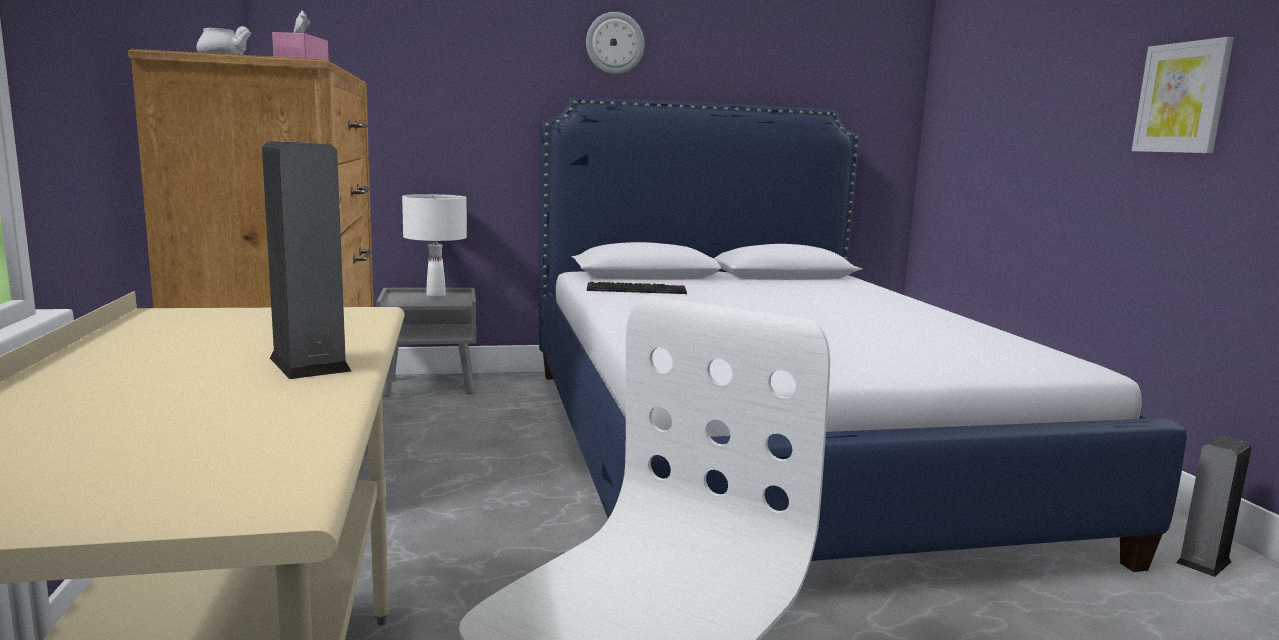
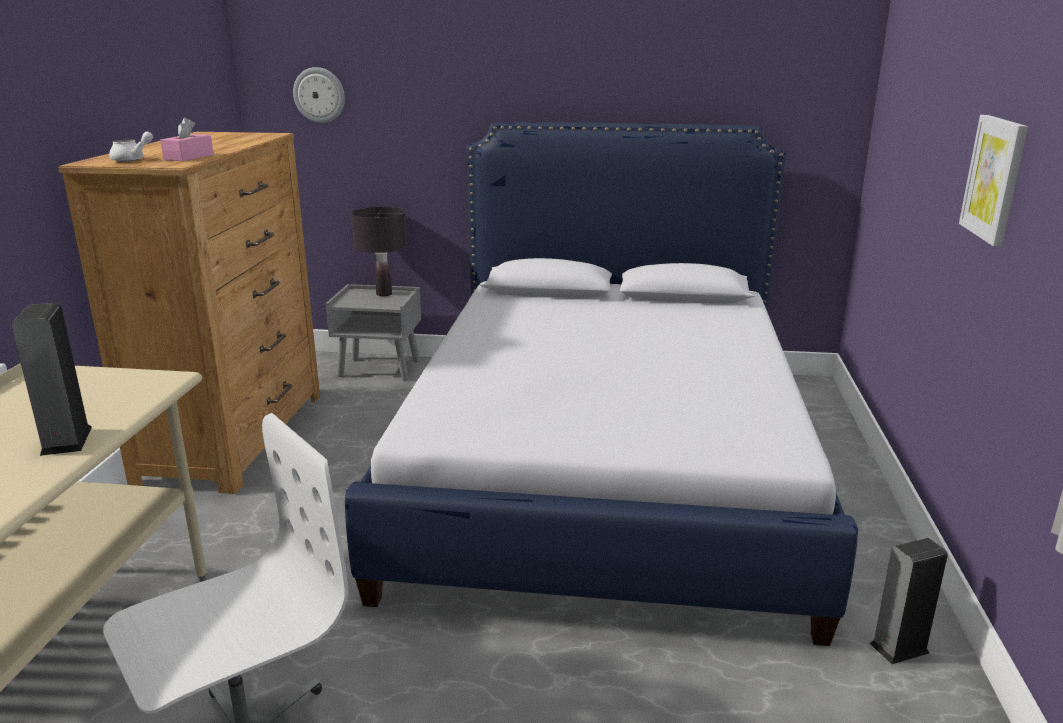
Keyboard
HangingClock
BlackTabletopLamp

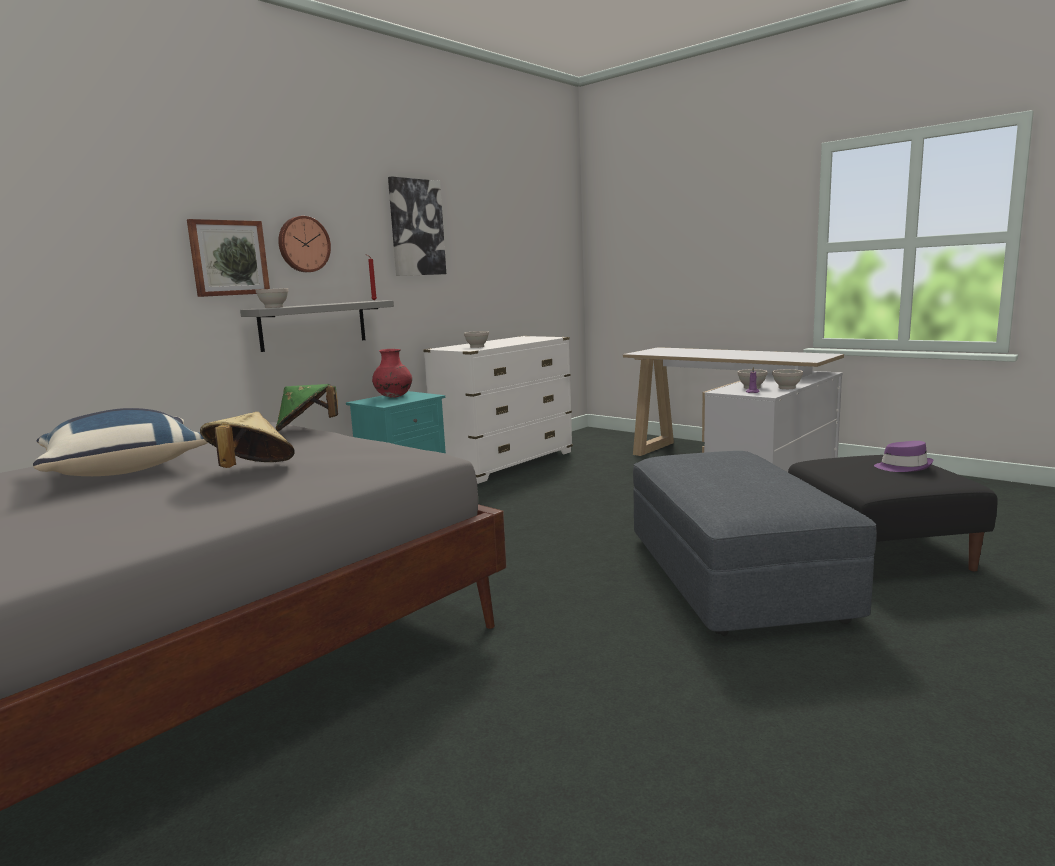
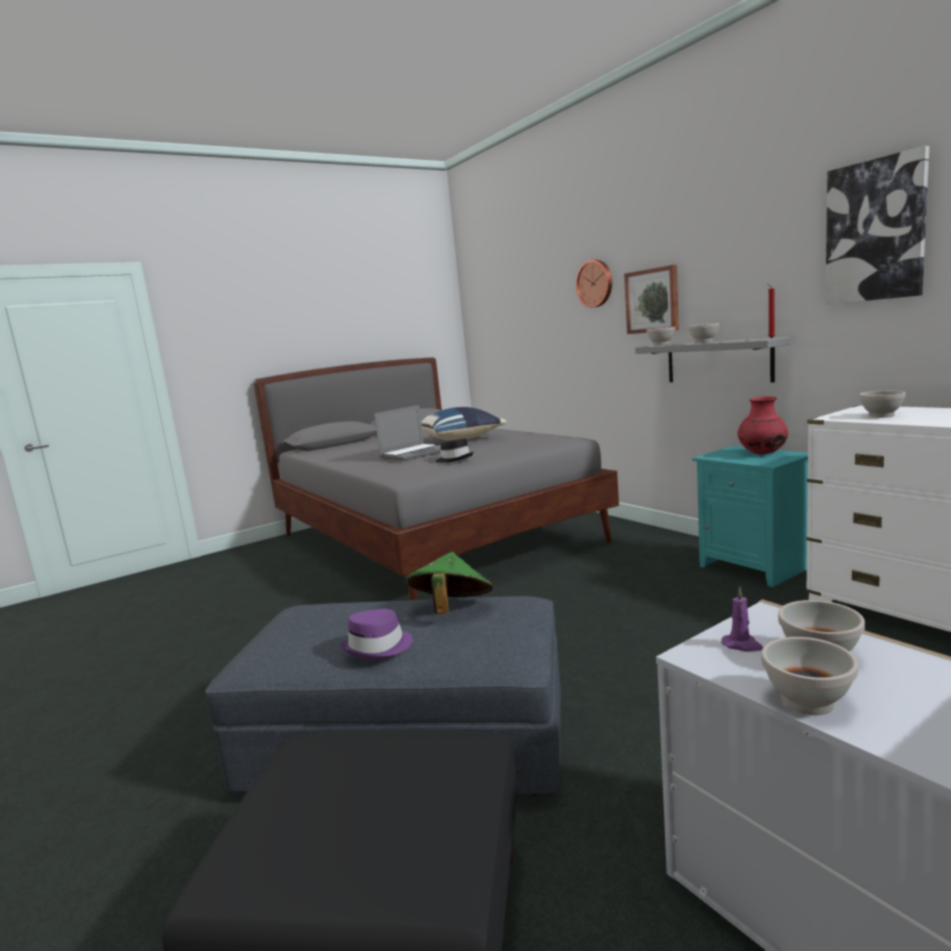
BlackWearableHat
WhiteColouredServingBowl (no. 2 from left)
GreenColouredWearableHat
HangingClock
PurpleColouredWearableHat
NotebookComputer

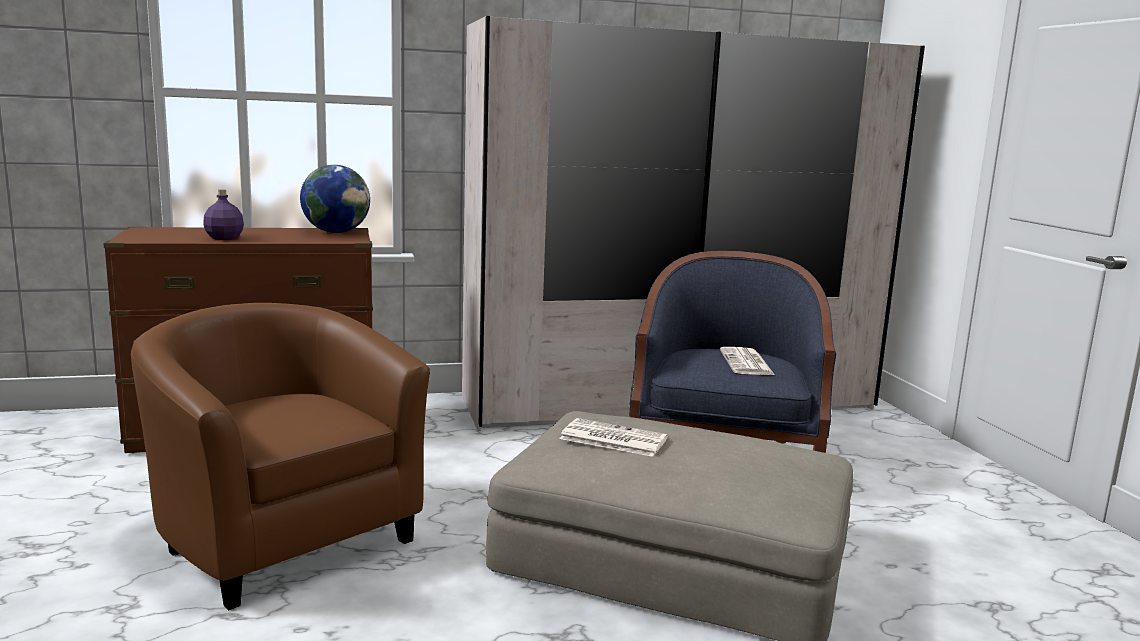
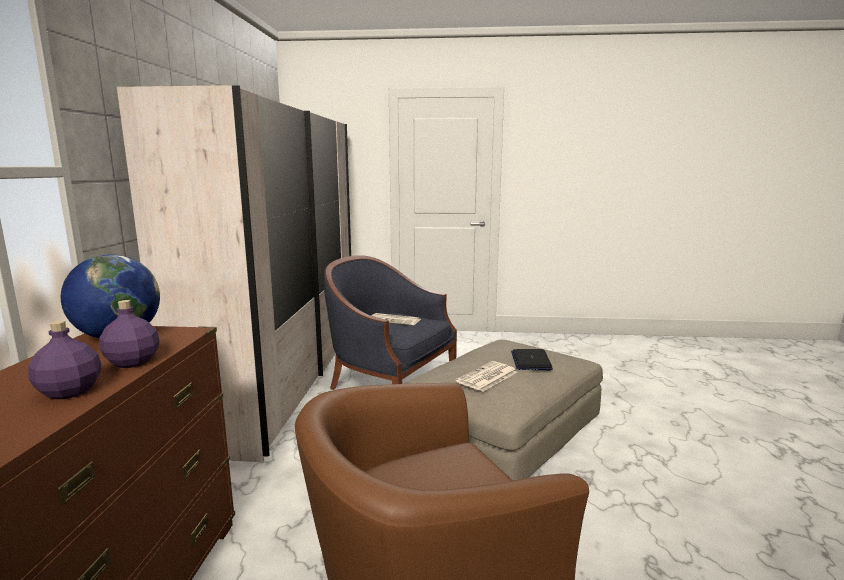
PurpleColouredBeverageBottle (no. 2 from left)
NotebookComputer

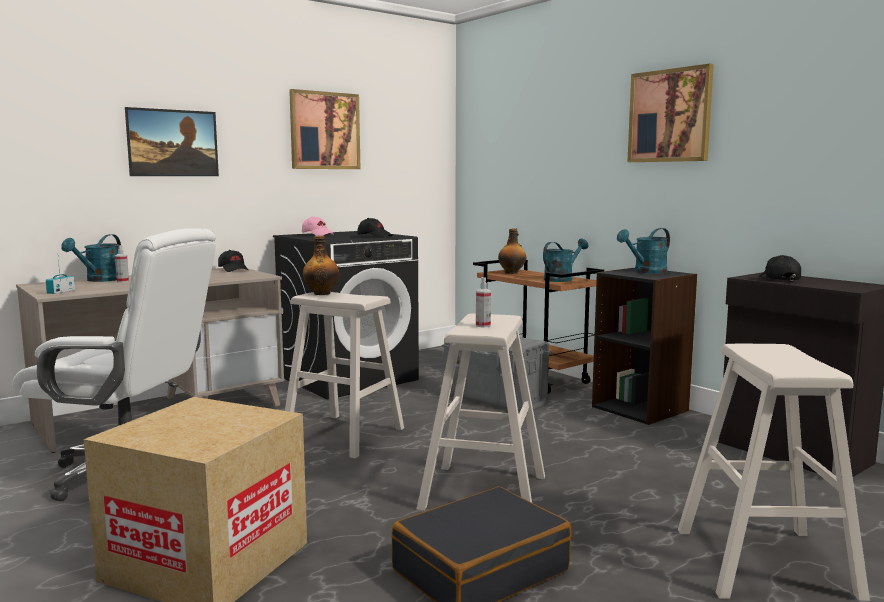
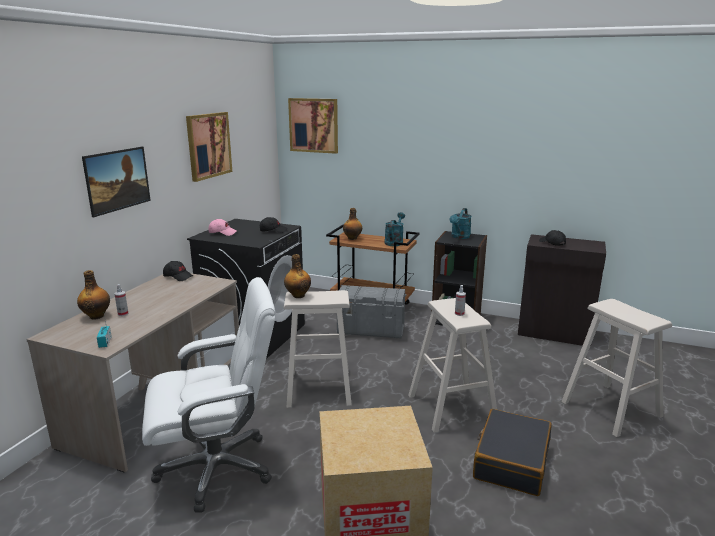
WallArt (no. 3 from left)
BeverageBottle (no. 1 from left)

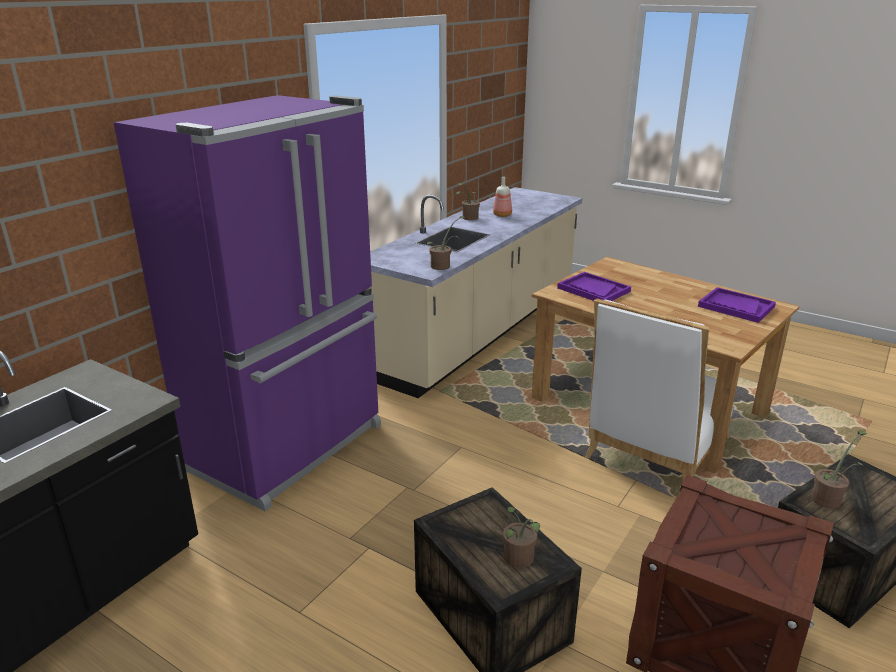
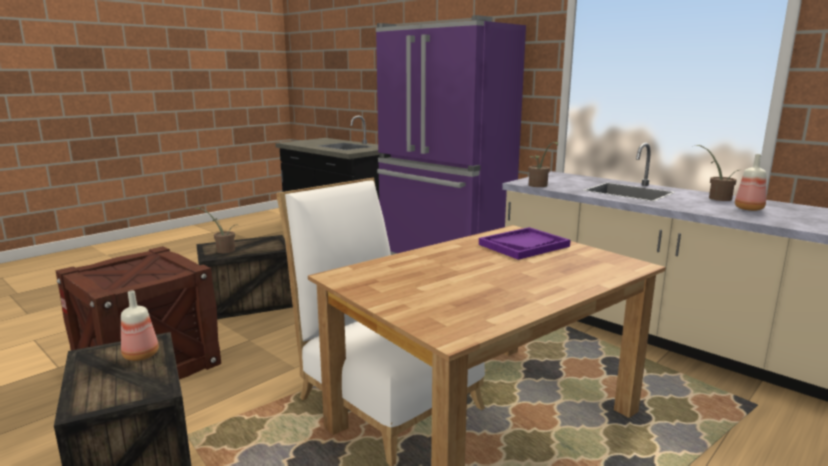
PurpleColouredServingTray (no. 2 from left in the first image)
BeverageBottle (no. 1 from left)

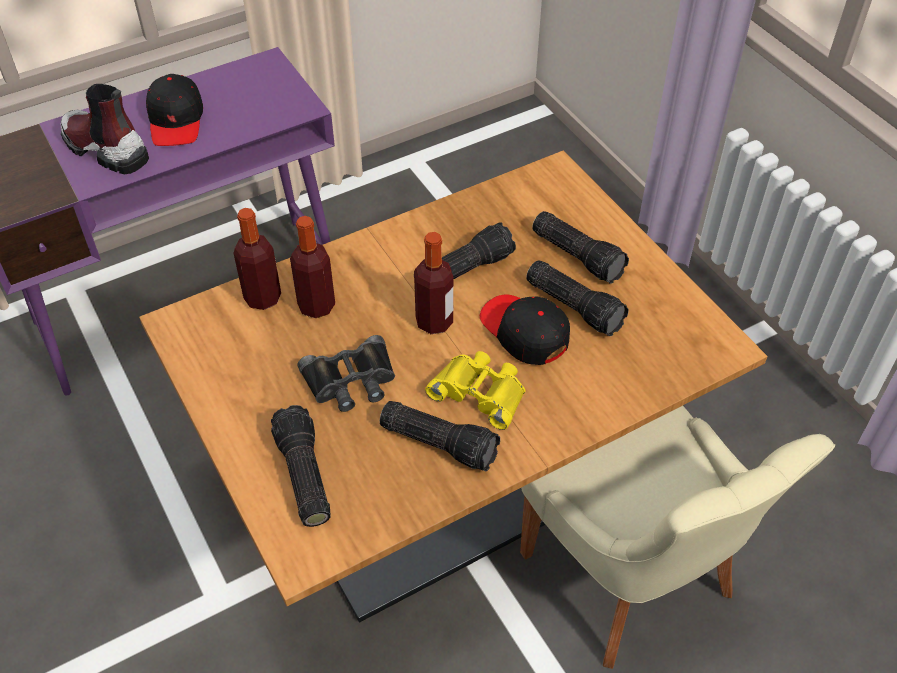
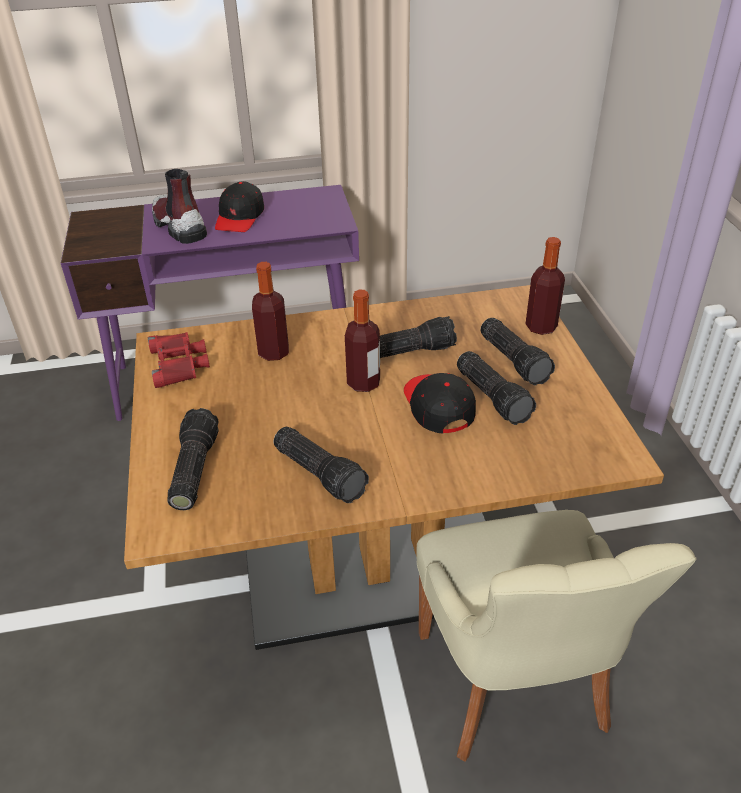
BlackBinoculars
YellowColouredBinoculars
RedBinoculars
BeverageBottle (no. 3 from left)

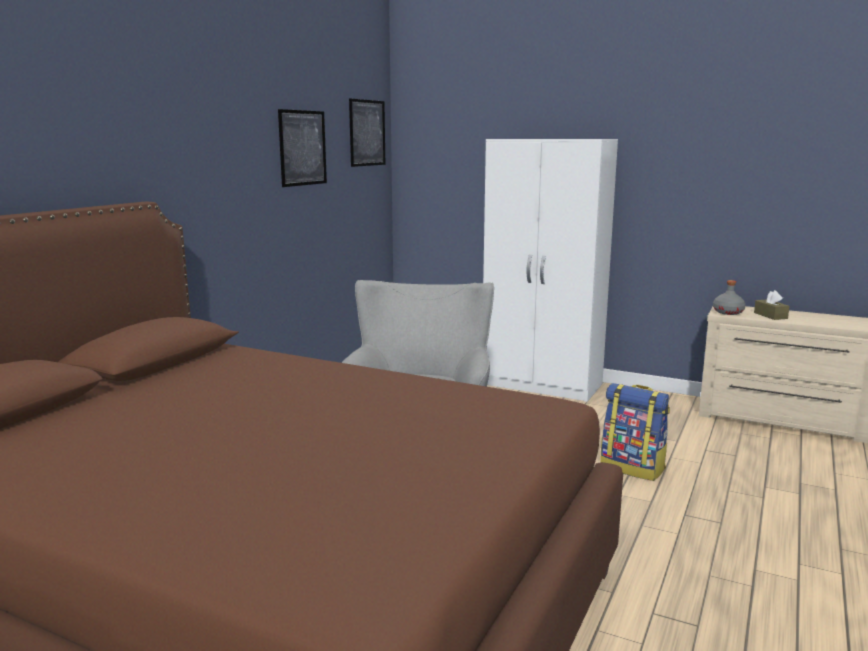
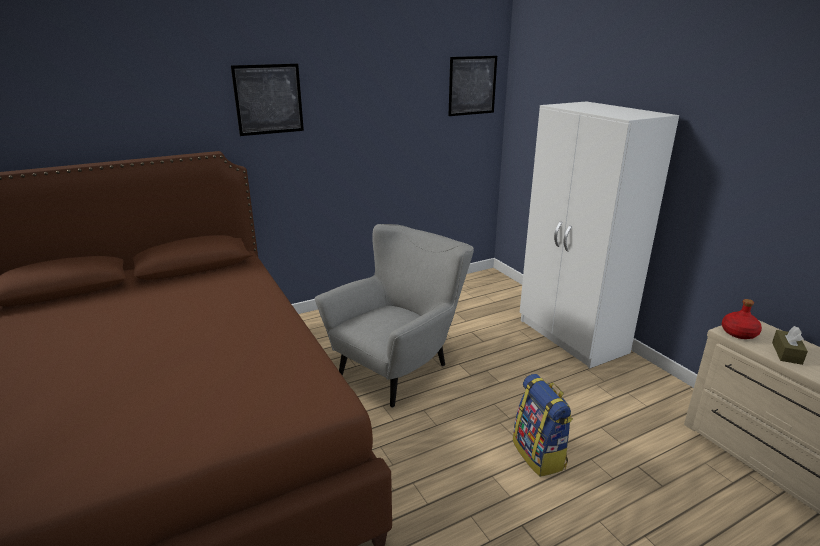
WallArt (no. 1 from left)
RedBeverageBottle

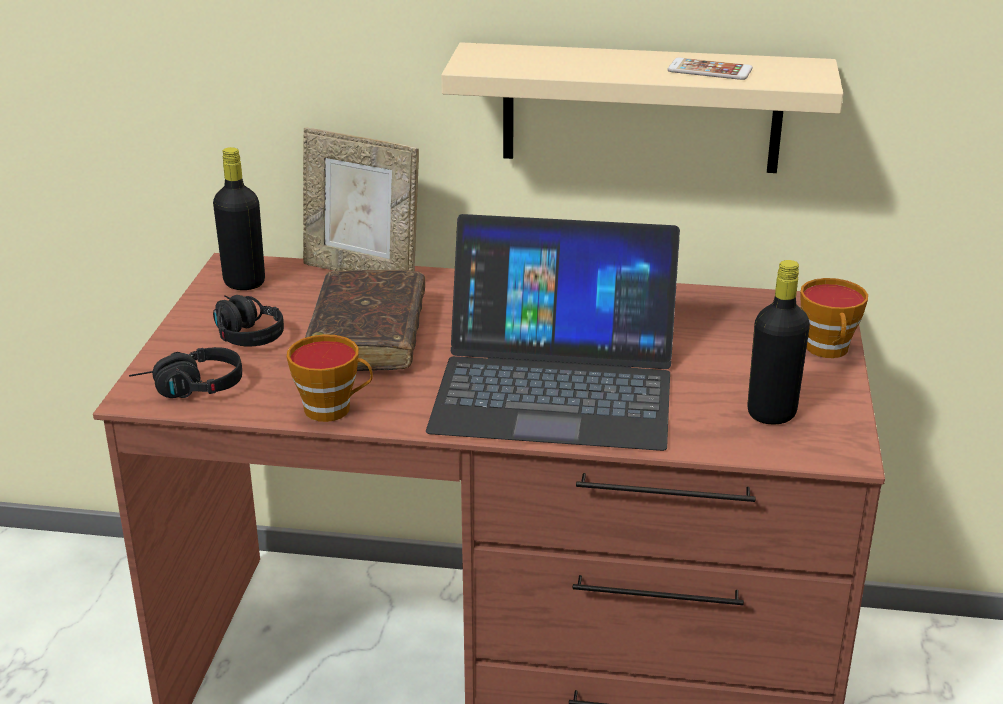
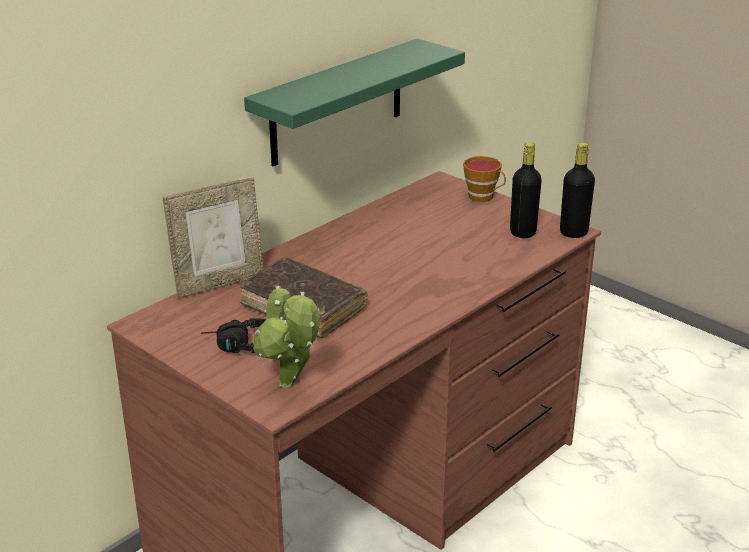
SmallCup (no. 1 from left in the first image)
NotebookComputer
Handset
BlackBeverageBottle (no. 2 from left)
Houseplant
GreenColouredBracketShelf

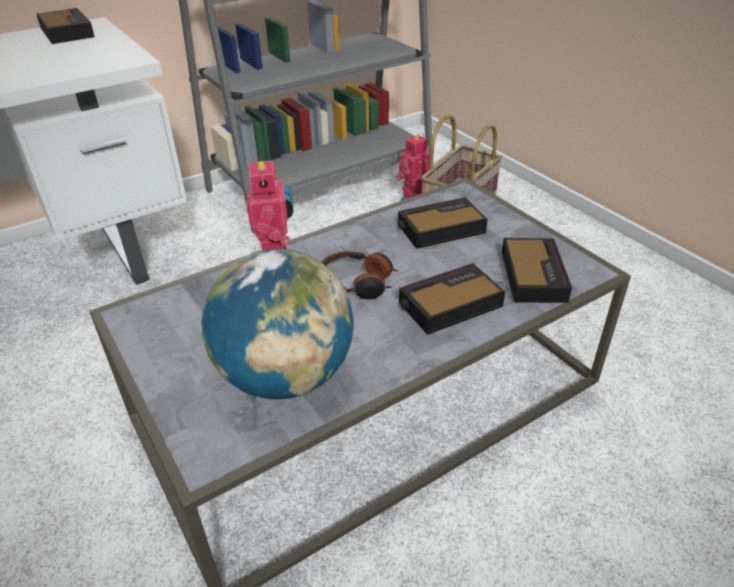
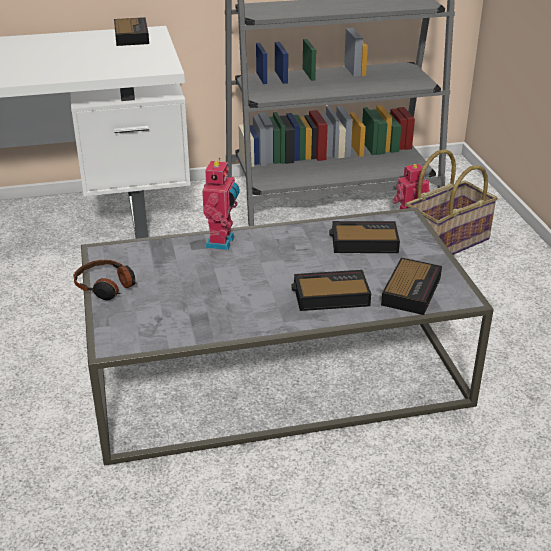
Globe
PairOfHeadphones

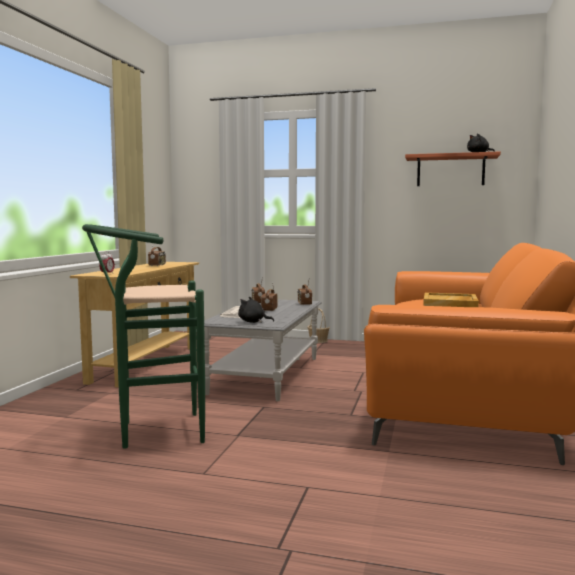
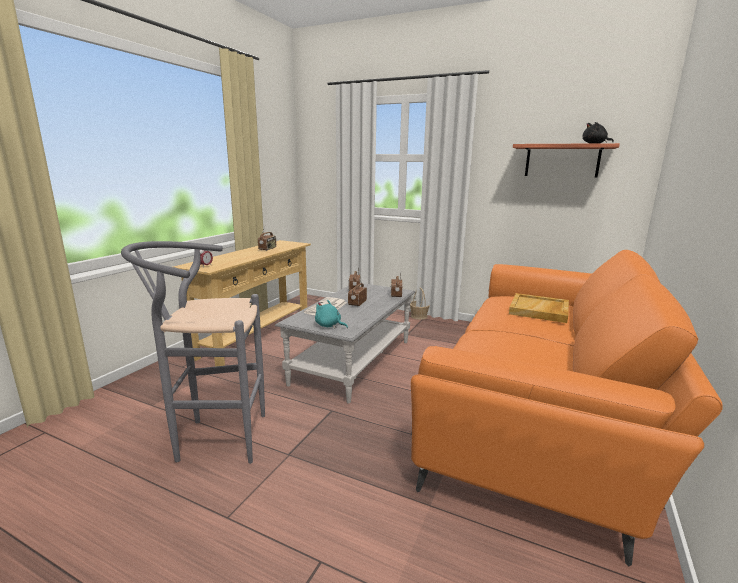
GreyStool
BlueGreenPlushToy

